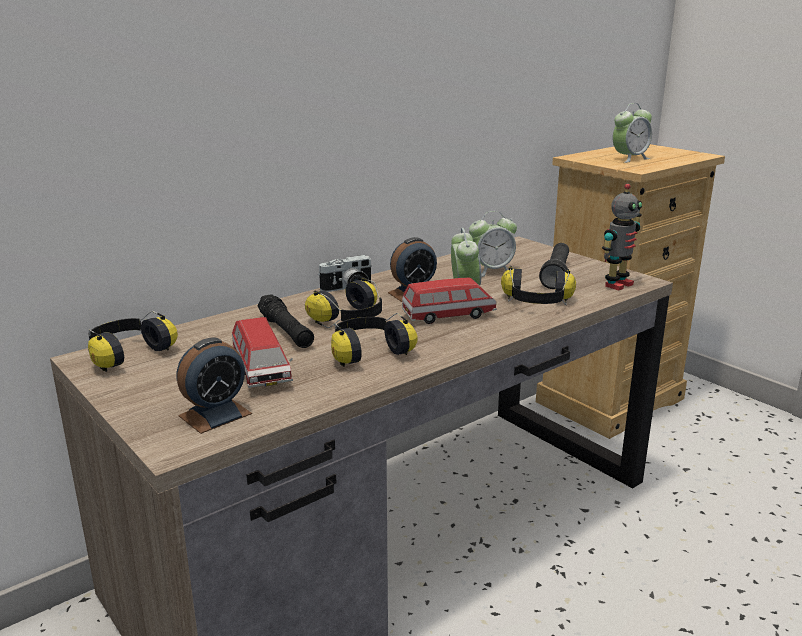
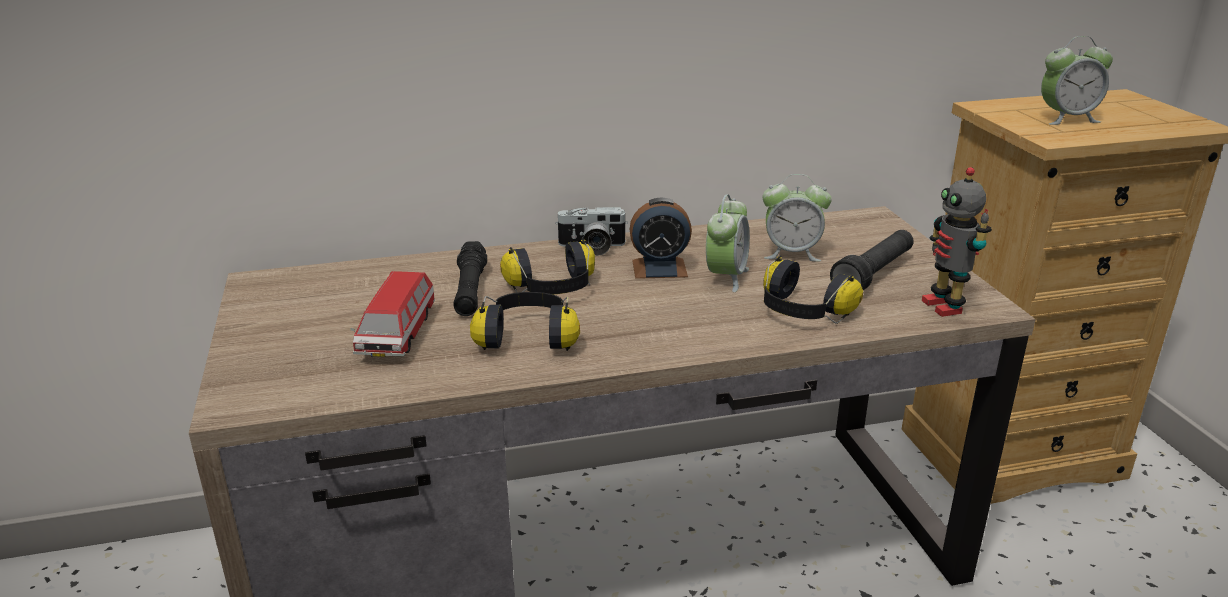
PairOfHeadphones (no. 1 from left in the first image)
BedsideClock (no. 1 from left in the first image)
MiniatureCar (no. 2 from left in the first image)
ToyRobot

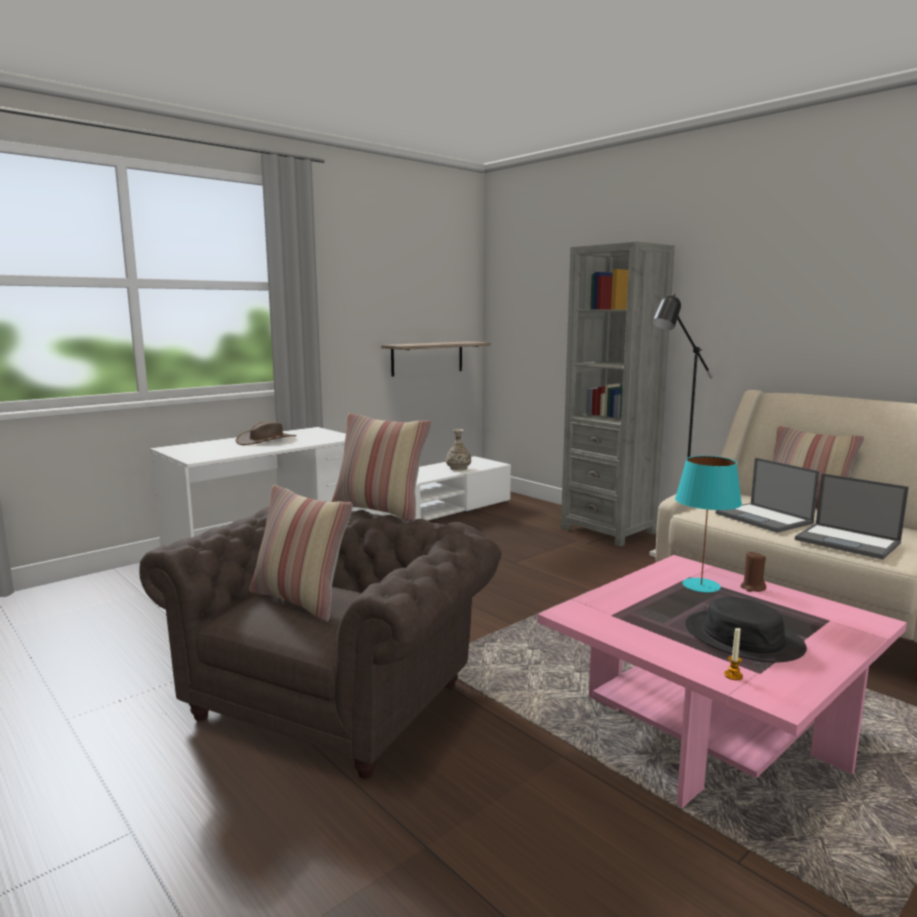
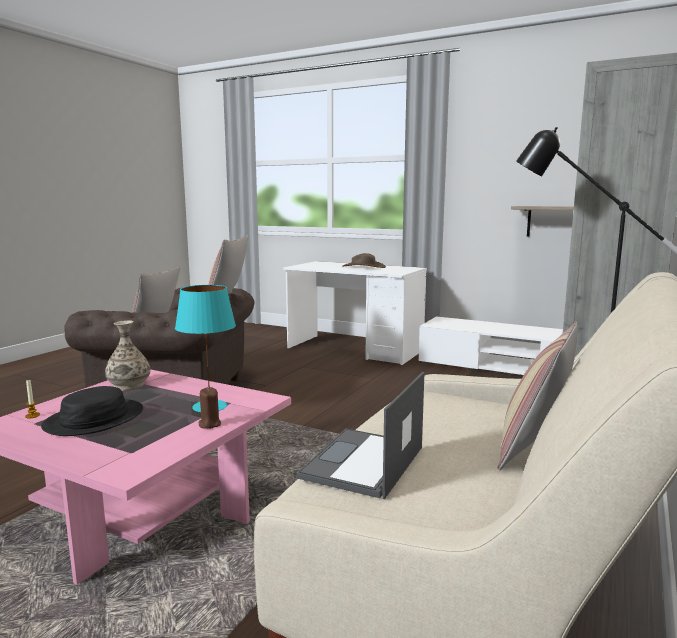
NotebookComputer (no. 1 from left in the first image)
Vase

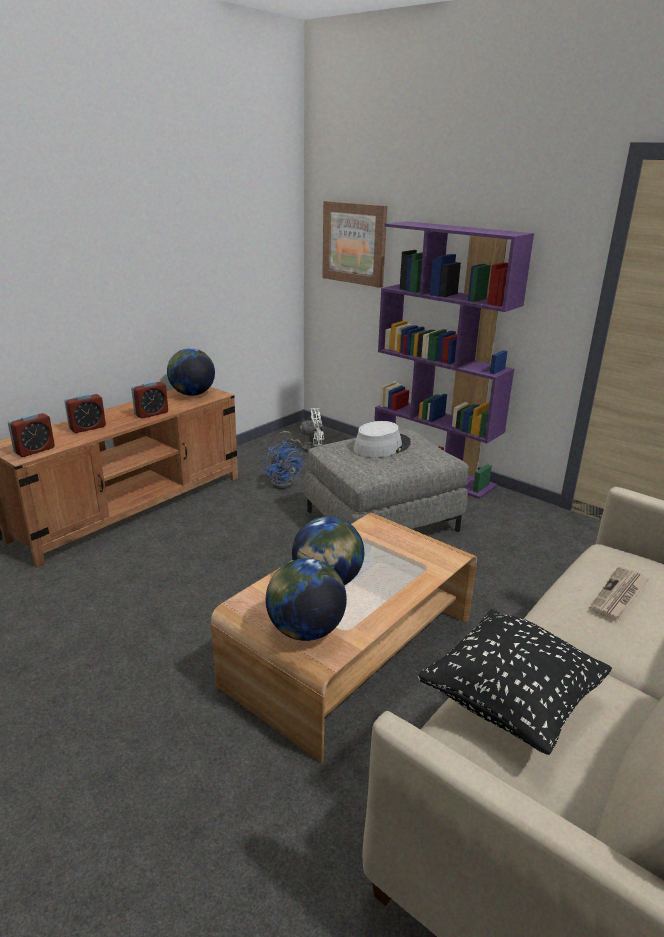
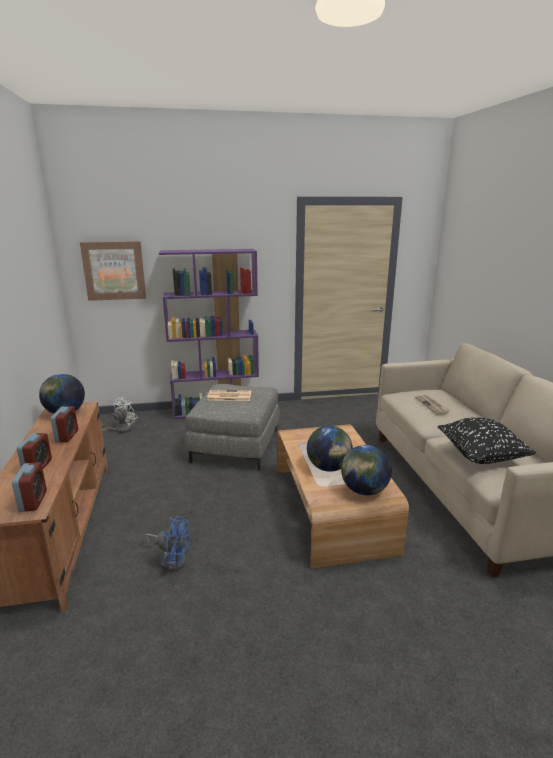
BlueCoolingFan
DailyPaper (no. 1 from left)

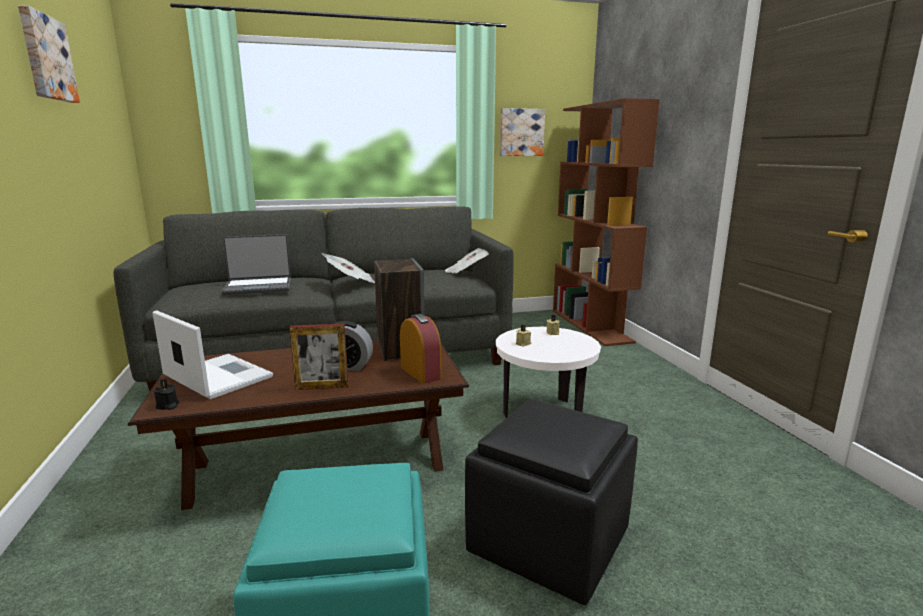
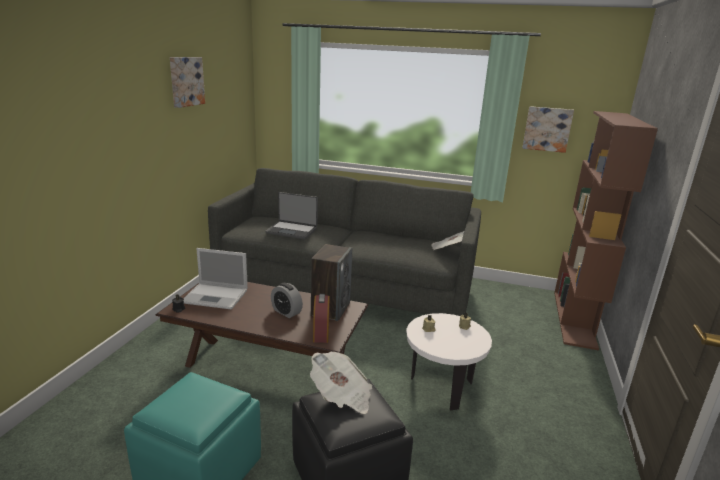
StandingFrame
DailyPaper (no. 1 from left)
NotebookComputer (no. 1 from left)

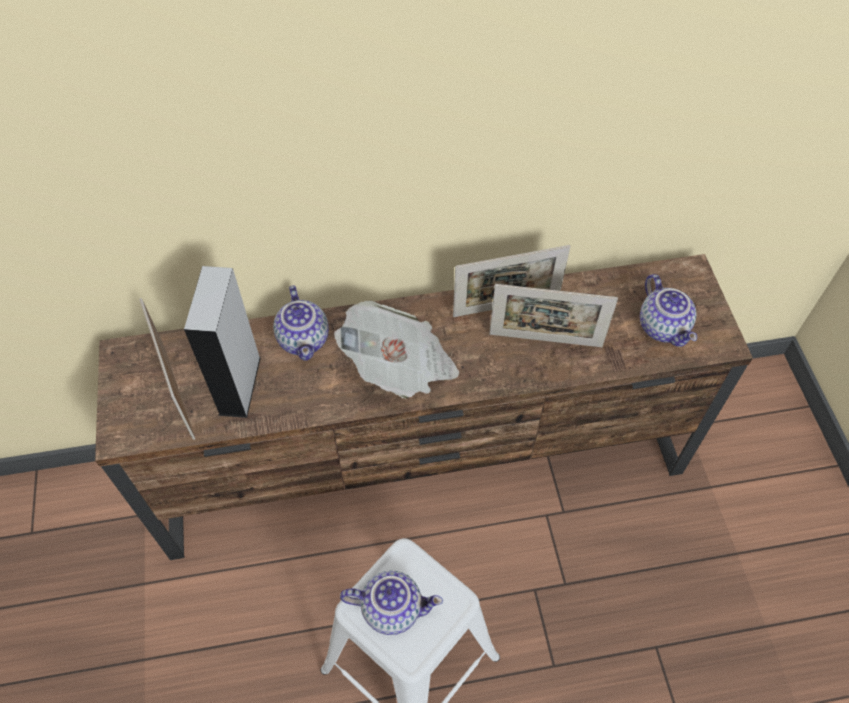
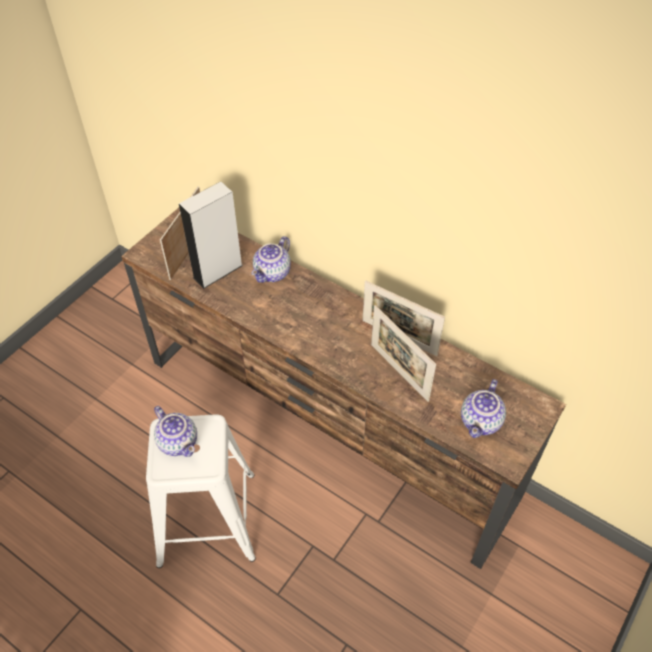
DailyPaper

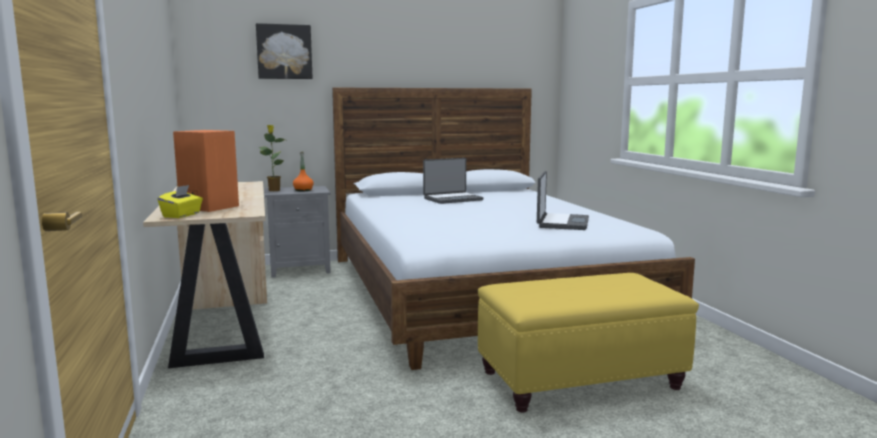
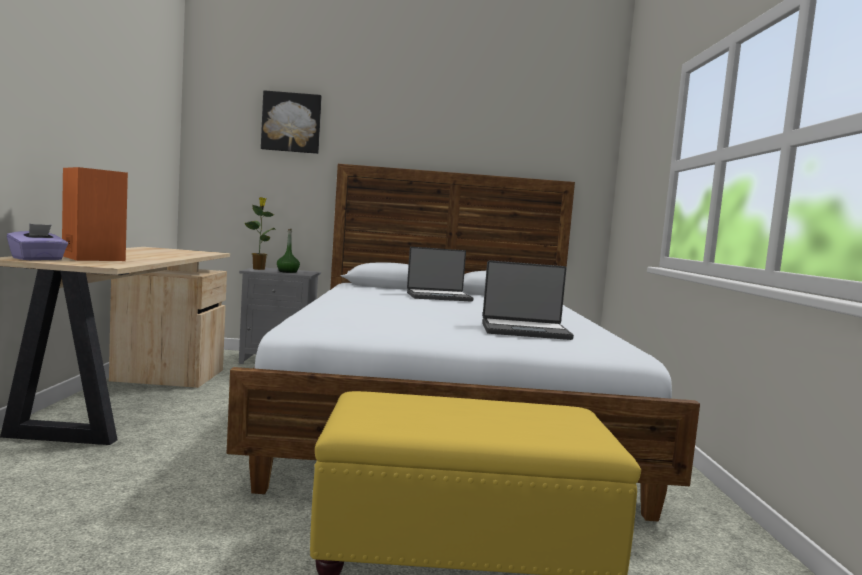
PurpleColouredBoxOfTissues
GreenColouredBeverageBottle
NotebookComputer (no. 2 from left)

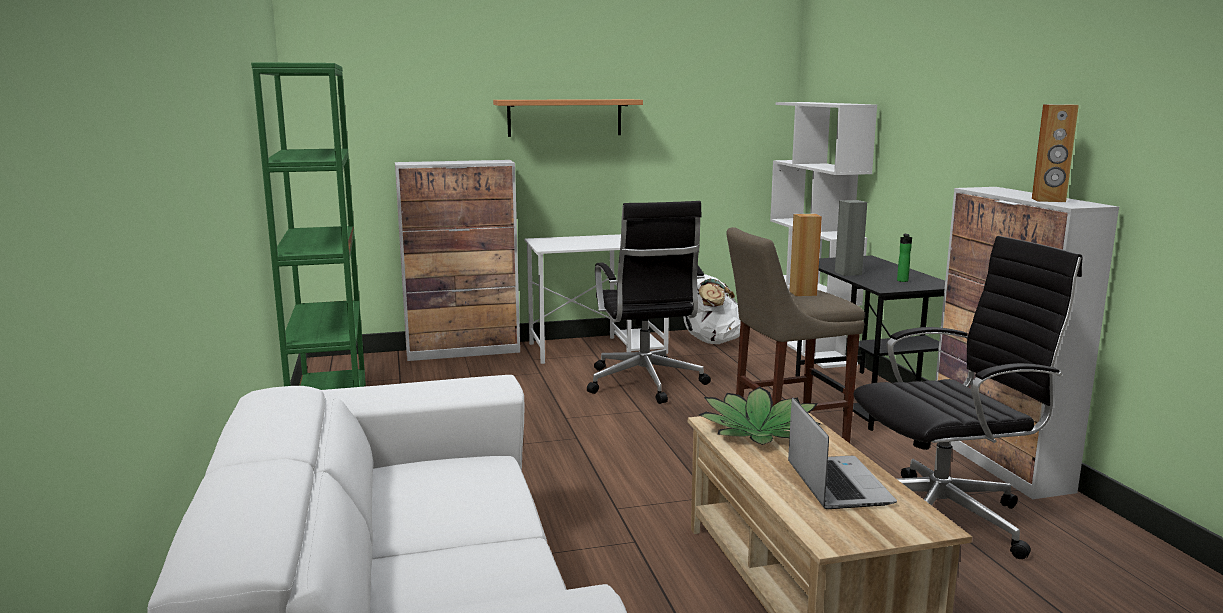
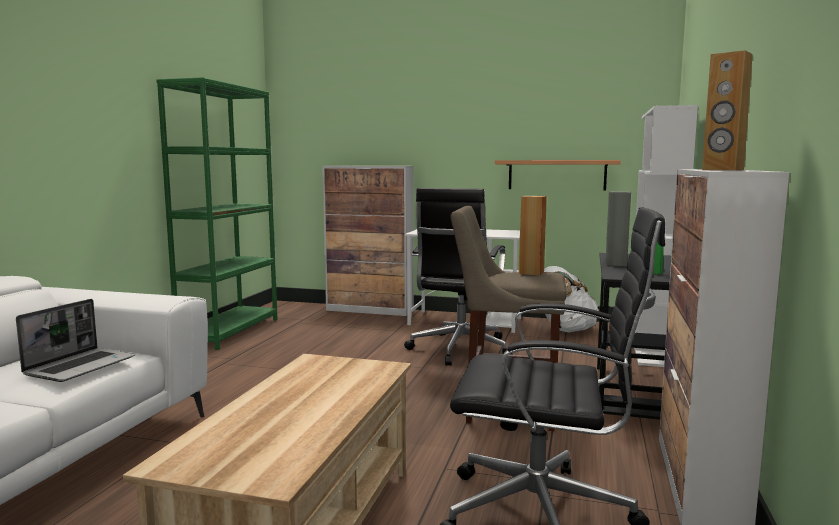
Houseplant
BracketShelf
NotebookComputer

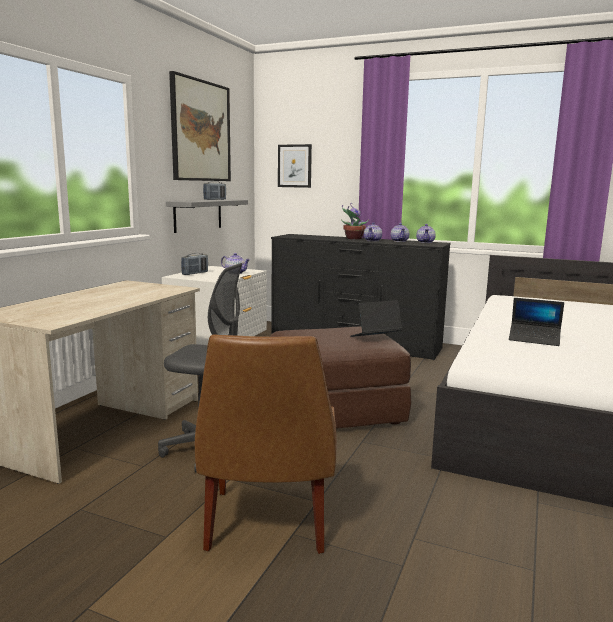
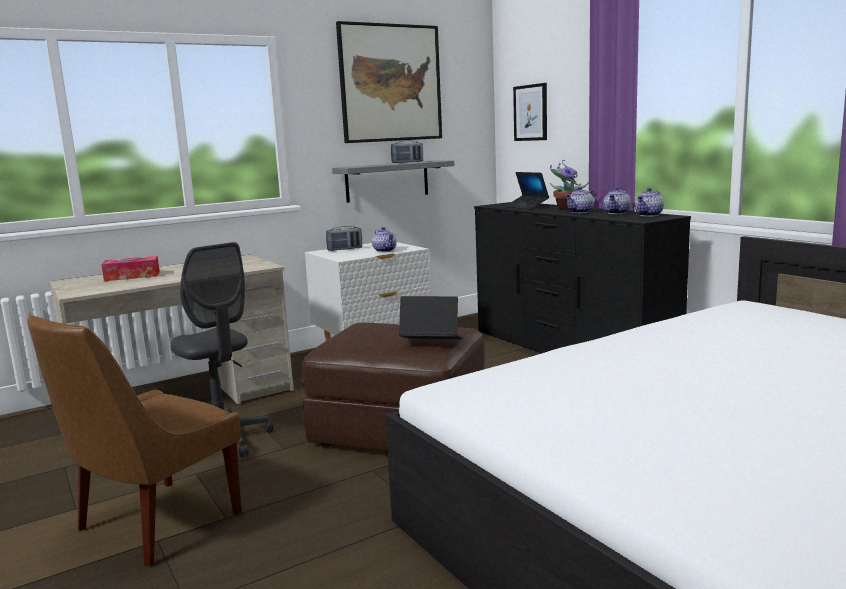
BoxOfTissues
NotebookComputer (no. 2 from left)

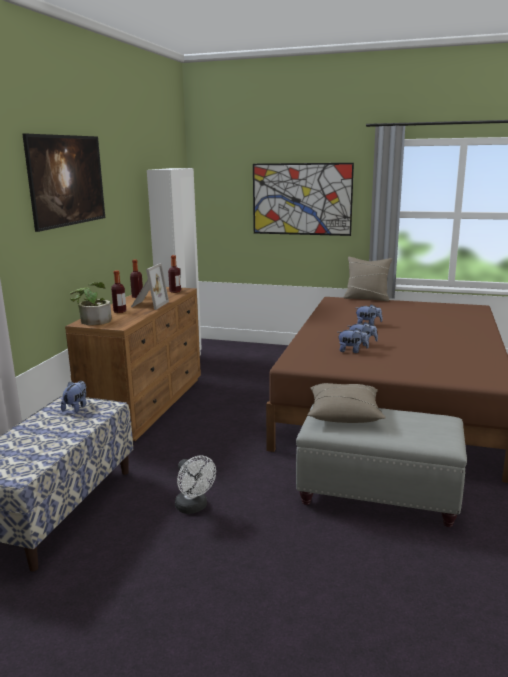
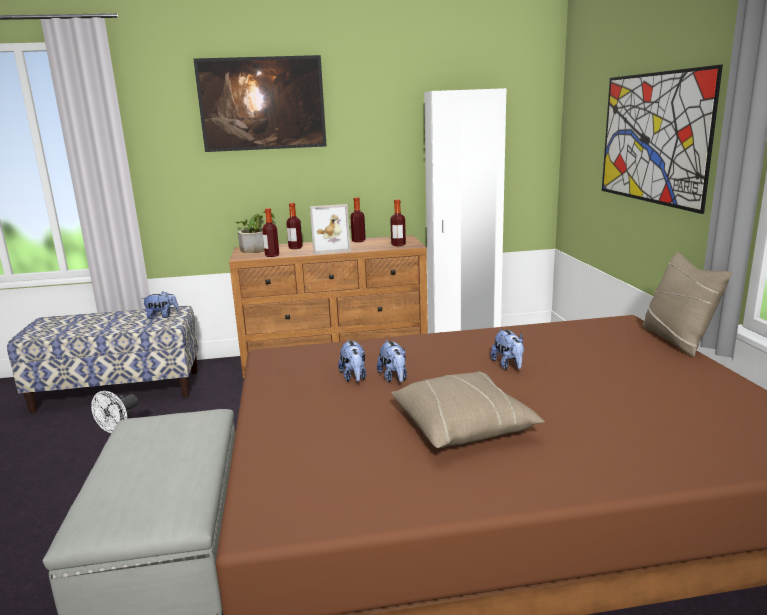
BeverageBottle (no. 1 from left)
SandColouredThrowPillow (no. 1 from left)

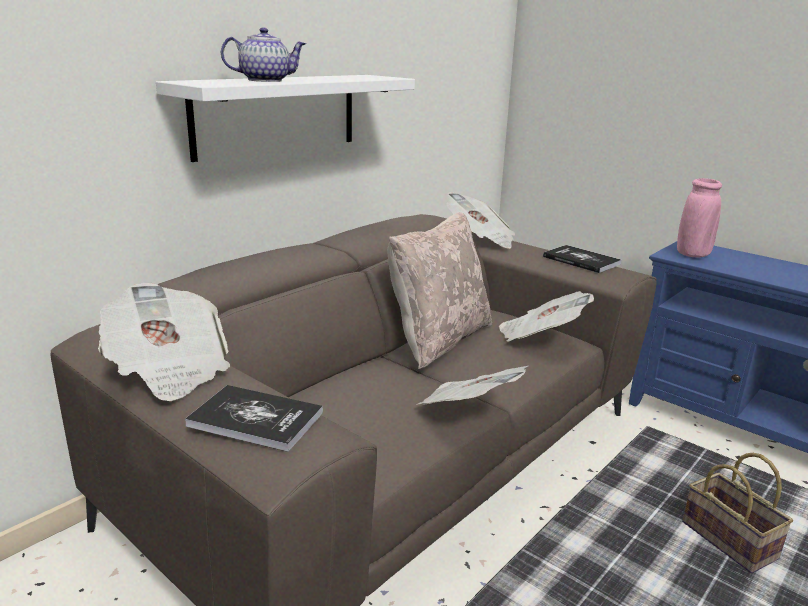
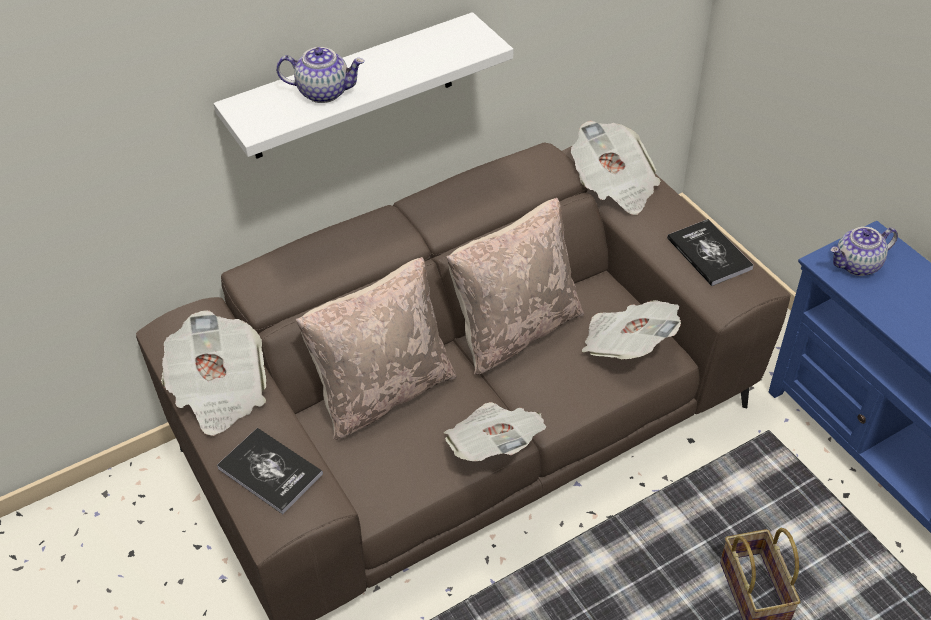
SandColouredThrowPillow (no. 1 from left)
Teapot (no. 2 from left)

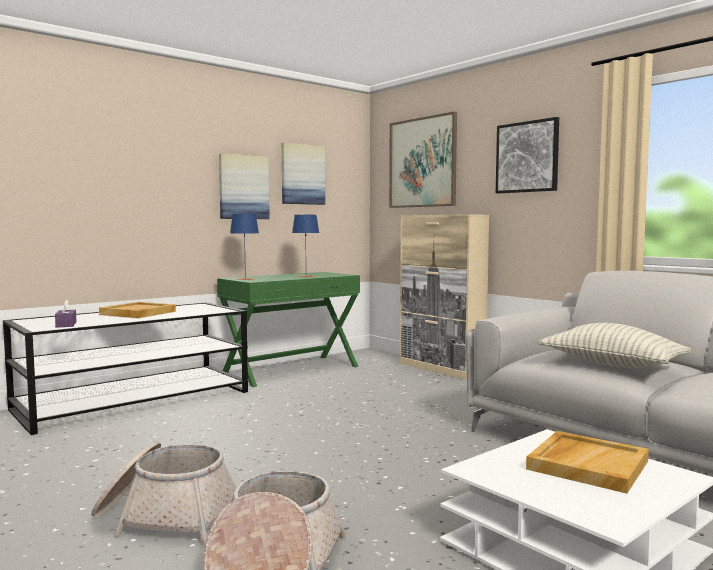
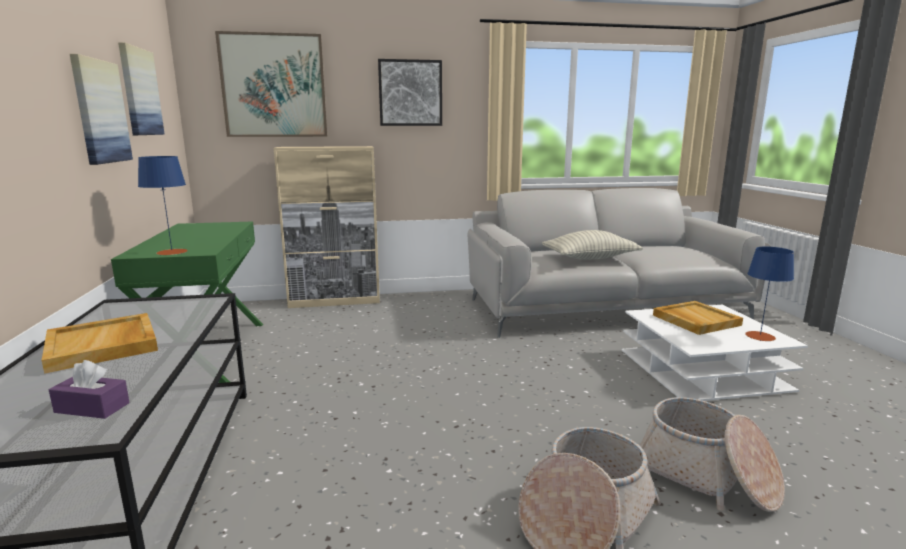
BlueTabletopLamp (no. 2 from left)

